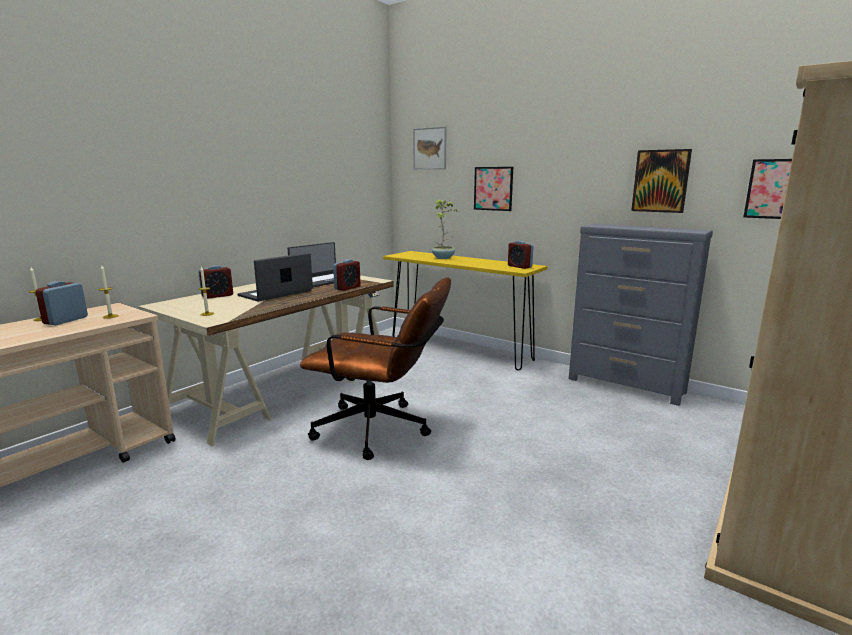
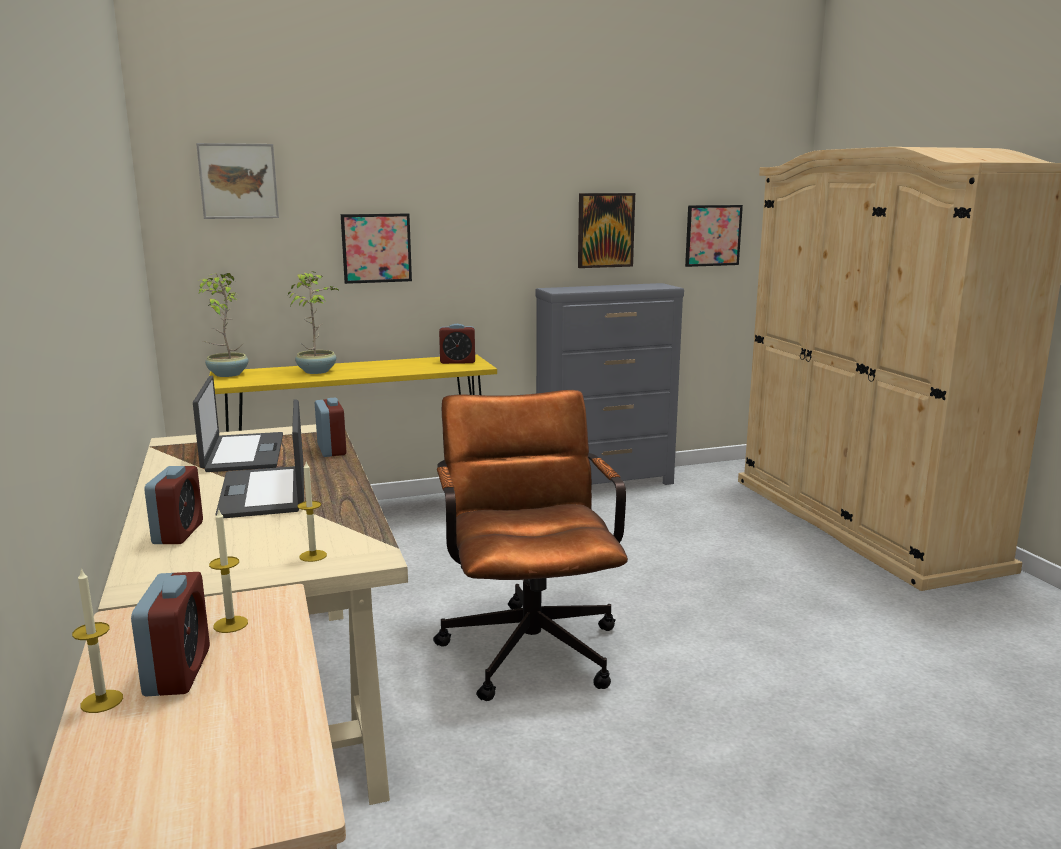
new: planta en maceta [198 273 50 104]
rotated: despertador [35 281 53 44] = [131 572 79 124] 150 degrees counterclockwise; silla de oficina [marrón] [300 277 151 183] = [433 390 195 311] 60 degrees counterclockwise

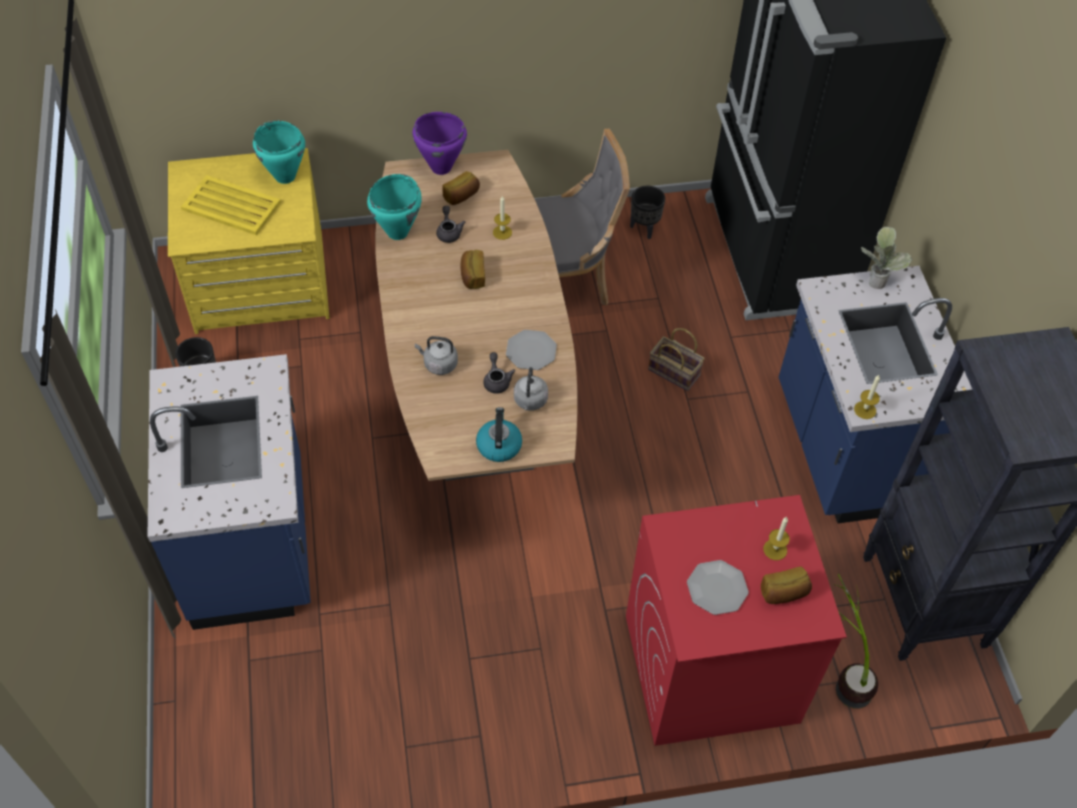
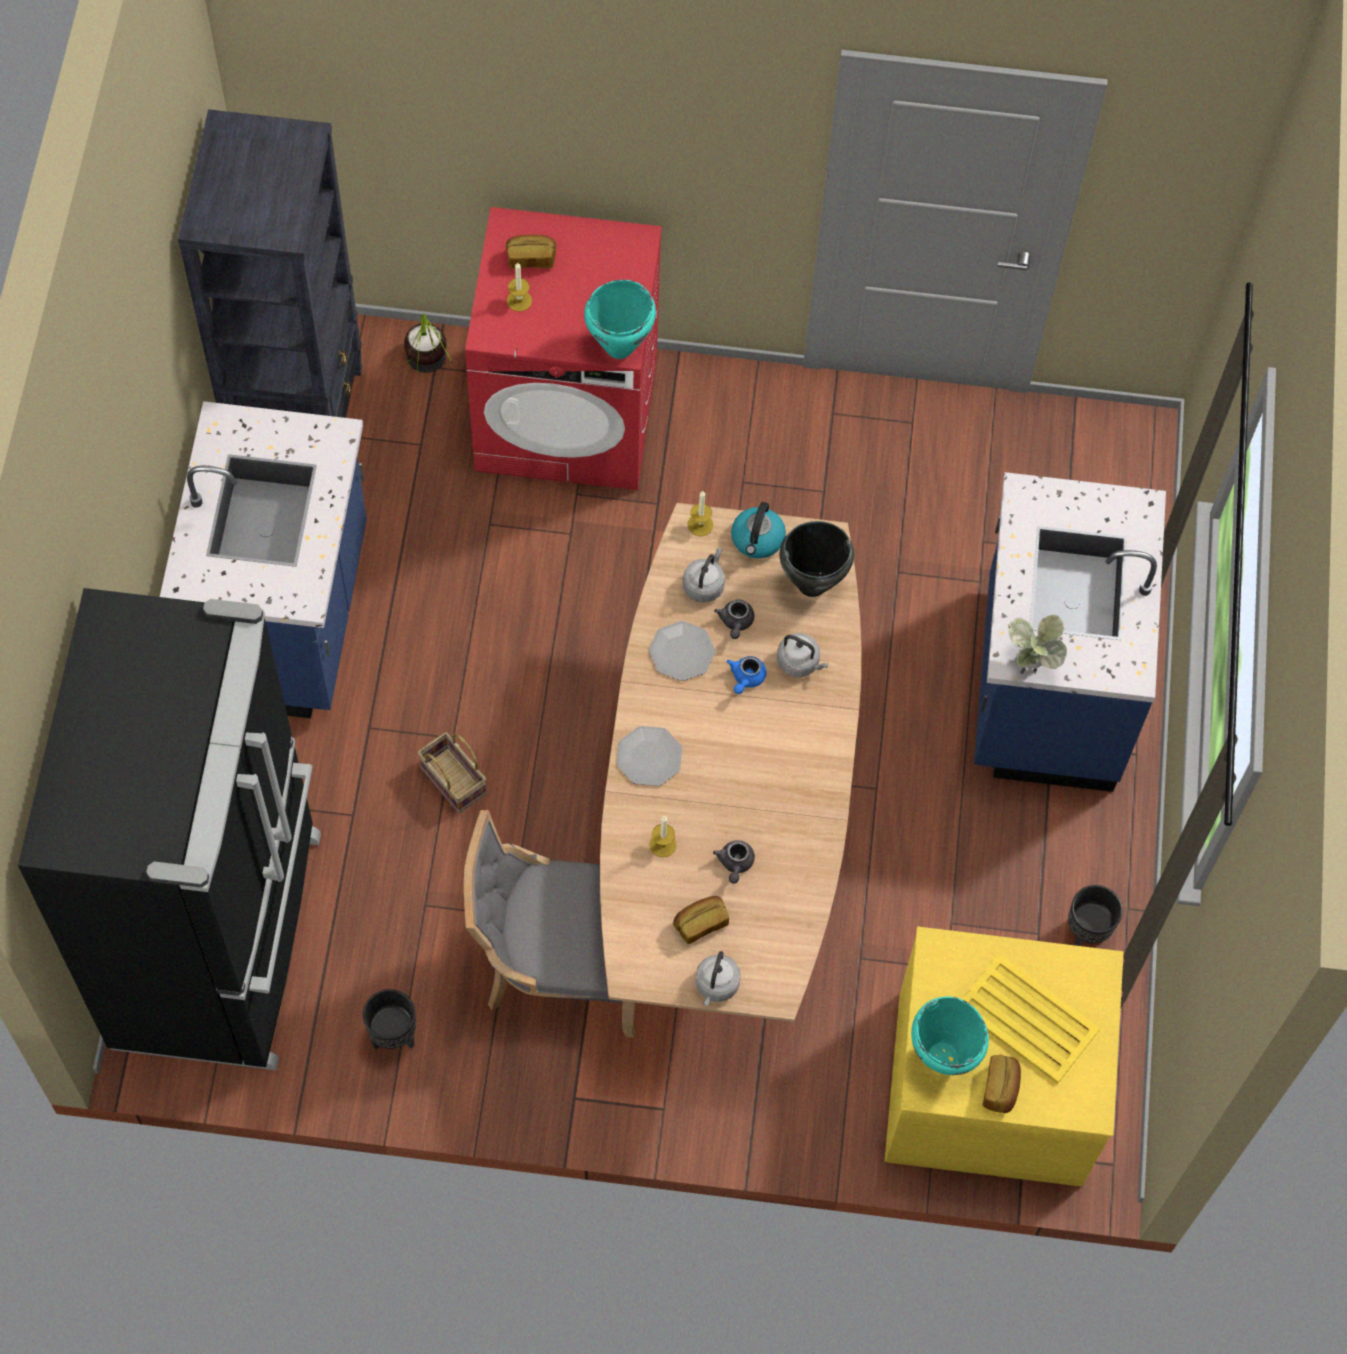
new: tetera [azul] [727 656 39 38]; olla [negro] [780 521 74 76]
shifted: olla [turquesa] [367 174 55 66] to [584 280 72 79]; pan [460 250 25 39] to [982 1055 39 58]; plato [687 560 62 55] to [617 726 65 60]; vela [854 375 26 44] to [688 491 25 45]; planta en maceta [861 227 51 62] to [1008 615 59 54]
swapped: olla [morado] [413 112 54 63] to hervidor [gris] [695 951 46 55]

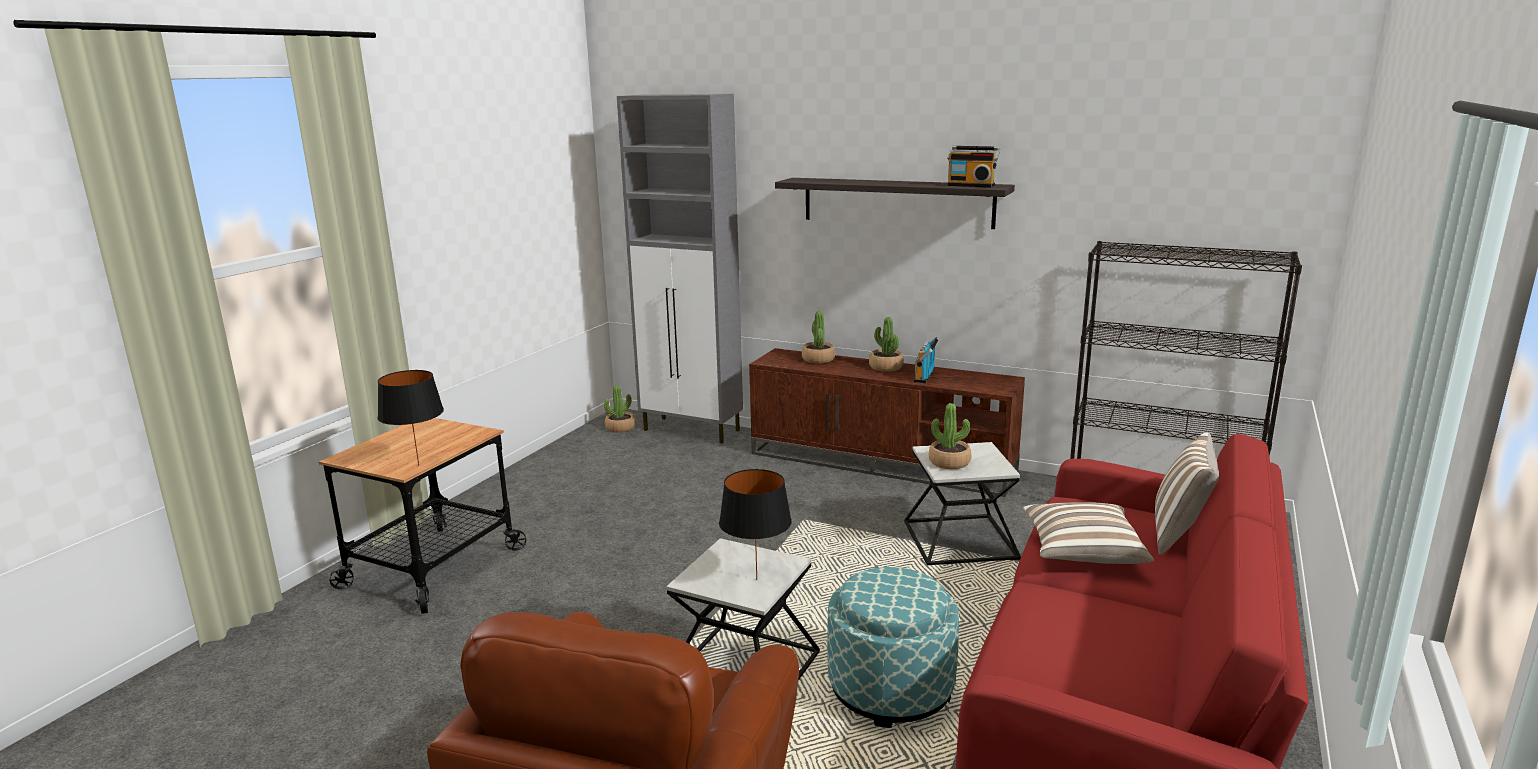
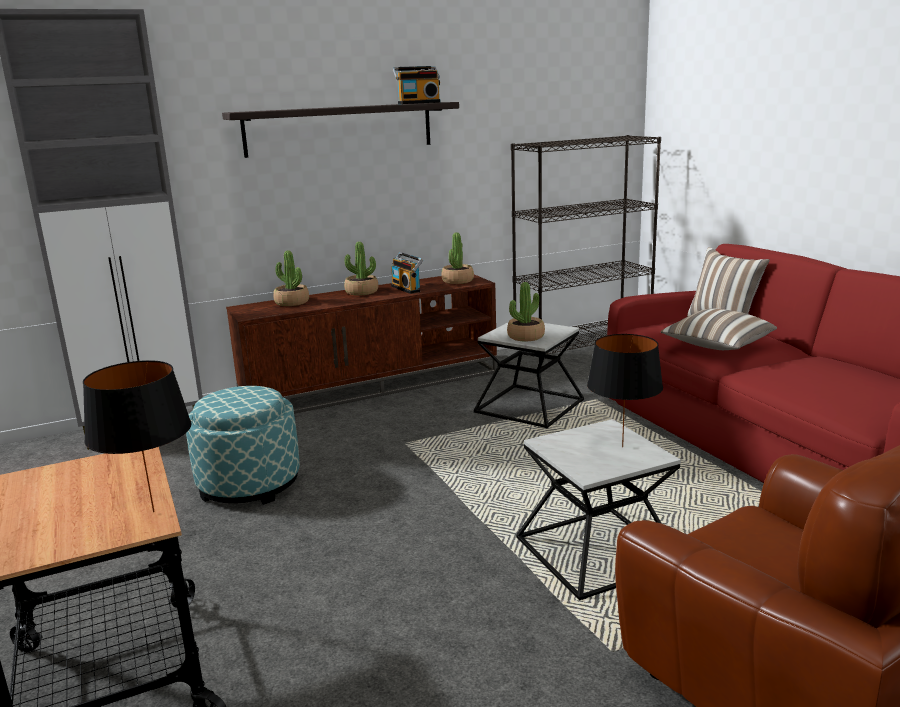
shifted: planta en maceta [604 385 32 48] to [441 232 33 52]; puf [827 567 132 161] to [186 386 114 119]

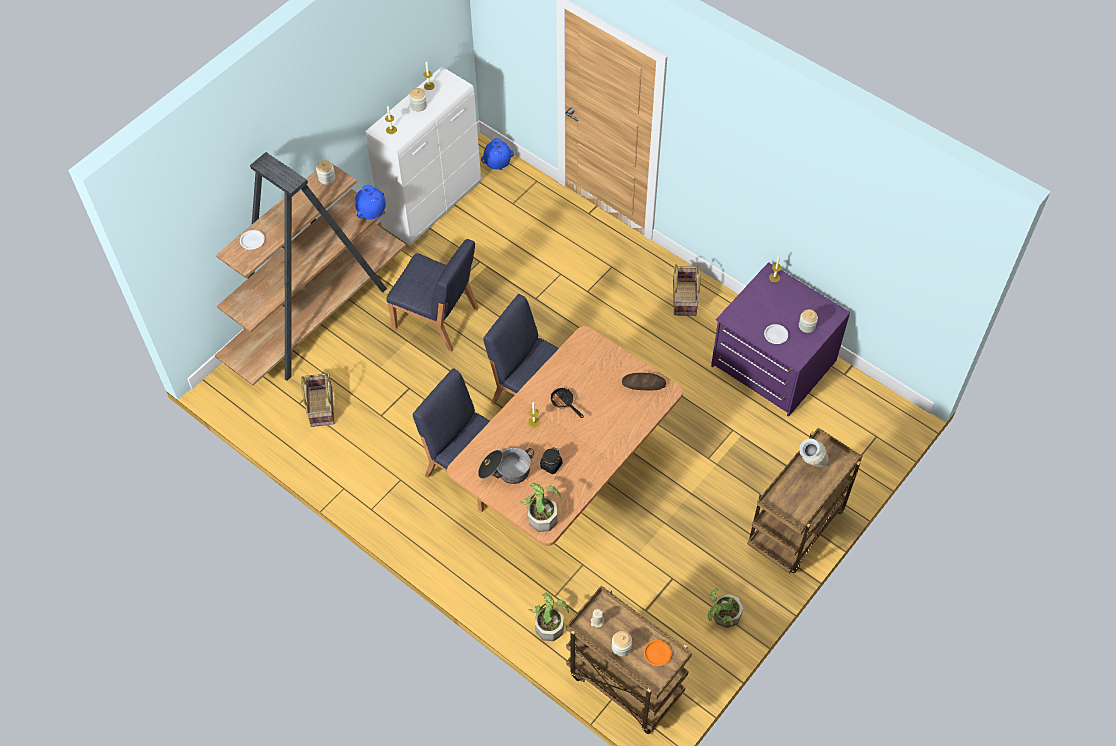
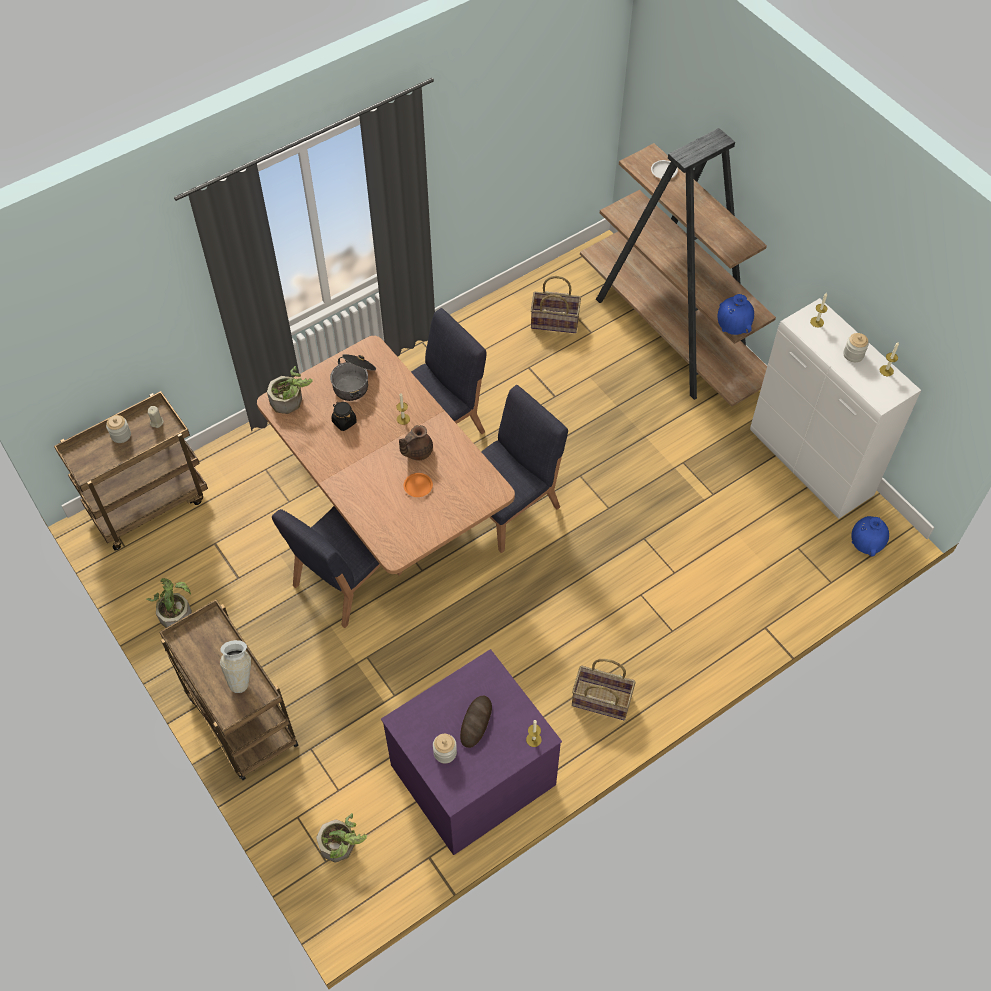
gone: tarro [316 160 19 25]; plato [blanco] [764 324 24 20]
shifted: silla [azul] [387 239 92 113] to [272 506 130 122]; planta en maceta [529 593 40 48] to [316 813 51 49]; pan [622 373 44 17] to [460 696 32 52]; plato [naranja] [644 640 27 26] to [404 473 29 24]
swapped: sartén [551 388 33 30] to tetera [marrón] [399 425 34 36]

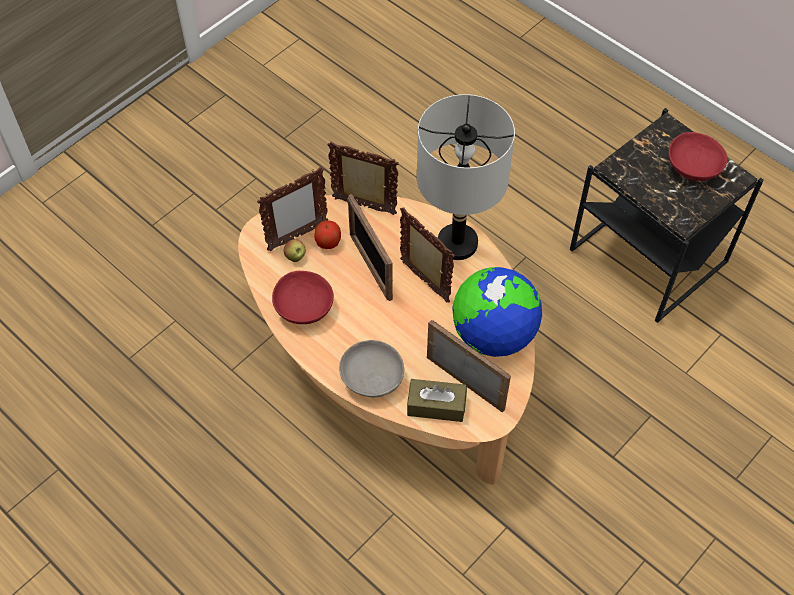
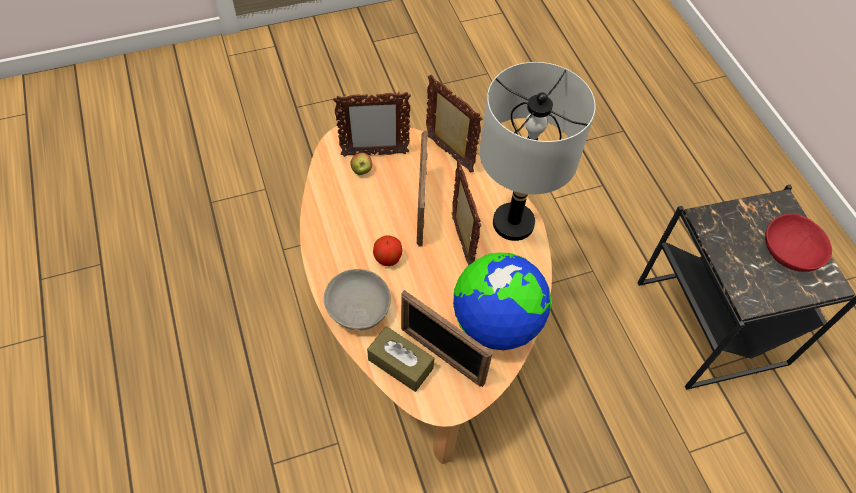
gone: cuenco [rojo] [272 271 62 53]
shifted: manzana [314 220 27 29] to [373 235 29 31]
rotated: portarretratos [427 320 84 93] = [401 290 92 97] 150 degrees clockwise

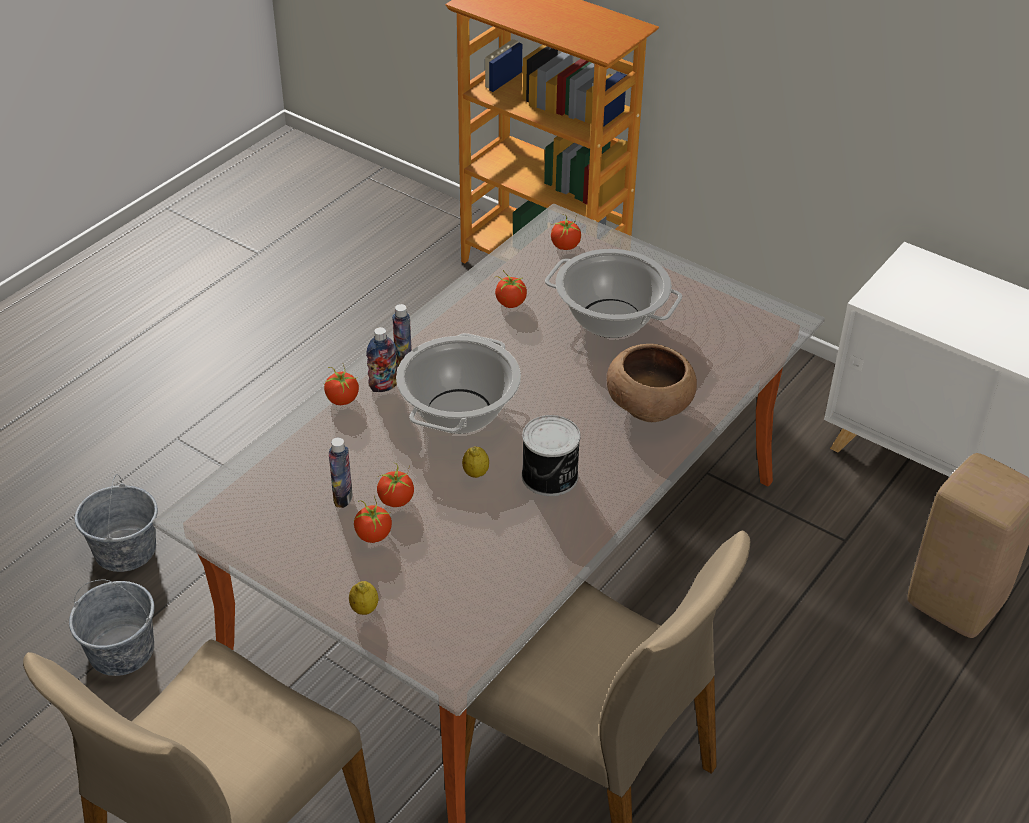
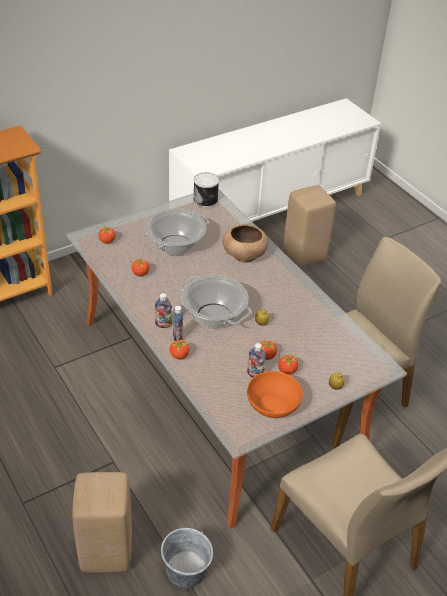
new: cuenco [naranja] [247 371 56 47]
shifted: lata [522 415 58 81] to [193 172 26 36]
swapped: cubo [gris] [75 474 83 98] to taburete [beis] [72 472 60 101]

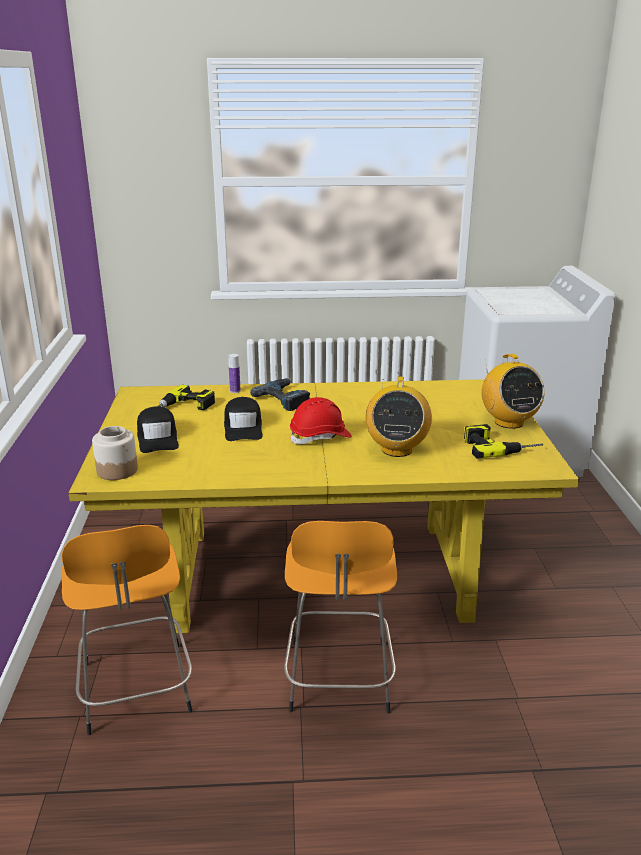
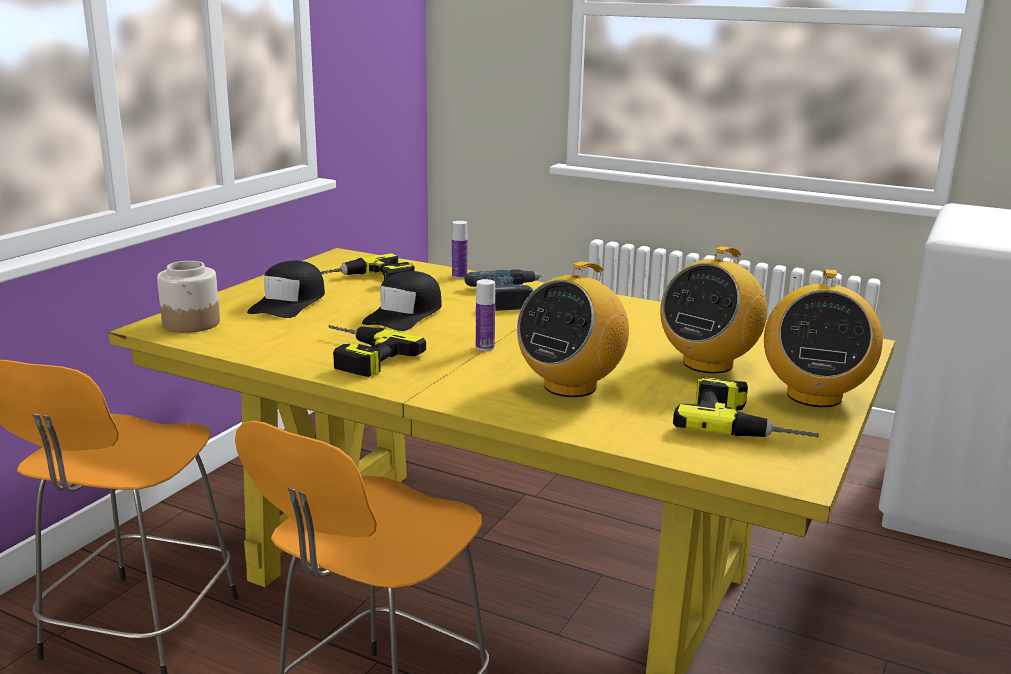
new: taladro [328 325 98 52]; radio [660 246 107 127]
swapped: casco [rojo] [290 397 62 47] to botella [476 279 19 72]

